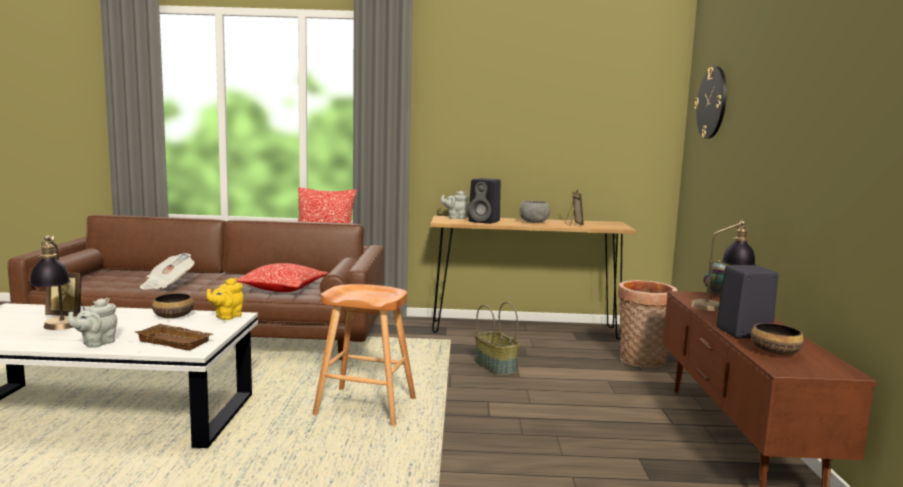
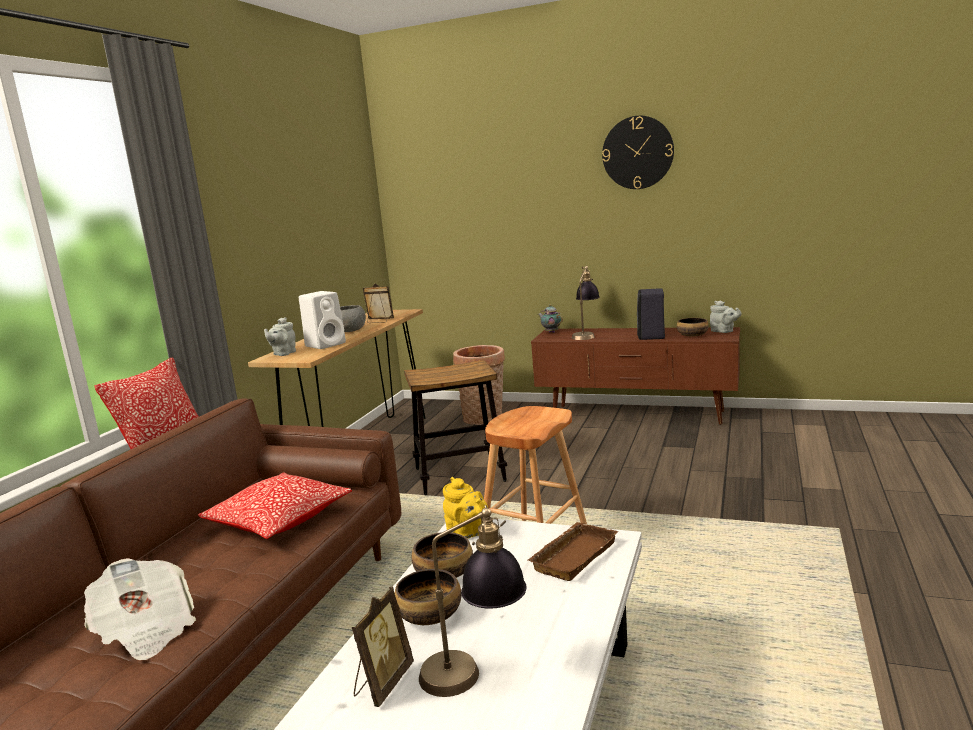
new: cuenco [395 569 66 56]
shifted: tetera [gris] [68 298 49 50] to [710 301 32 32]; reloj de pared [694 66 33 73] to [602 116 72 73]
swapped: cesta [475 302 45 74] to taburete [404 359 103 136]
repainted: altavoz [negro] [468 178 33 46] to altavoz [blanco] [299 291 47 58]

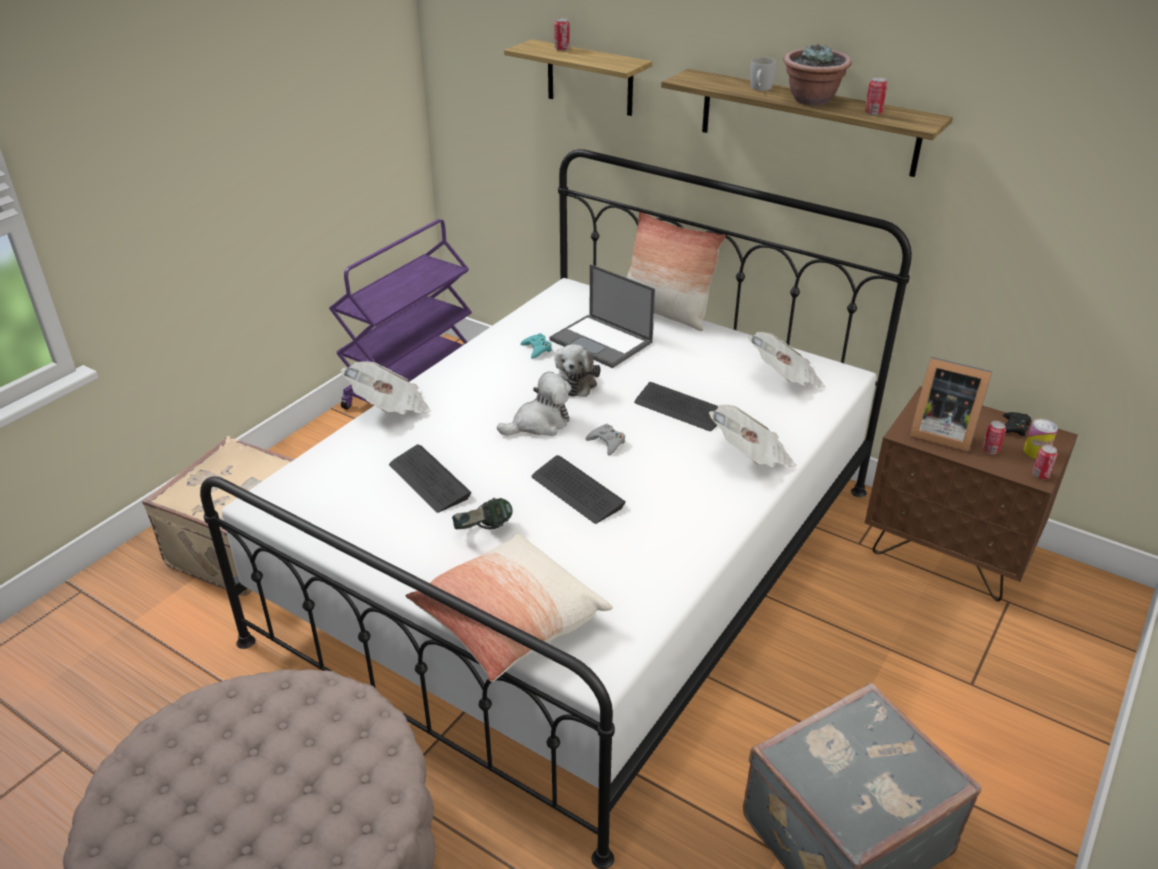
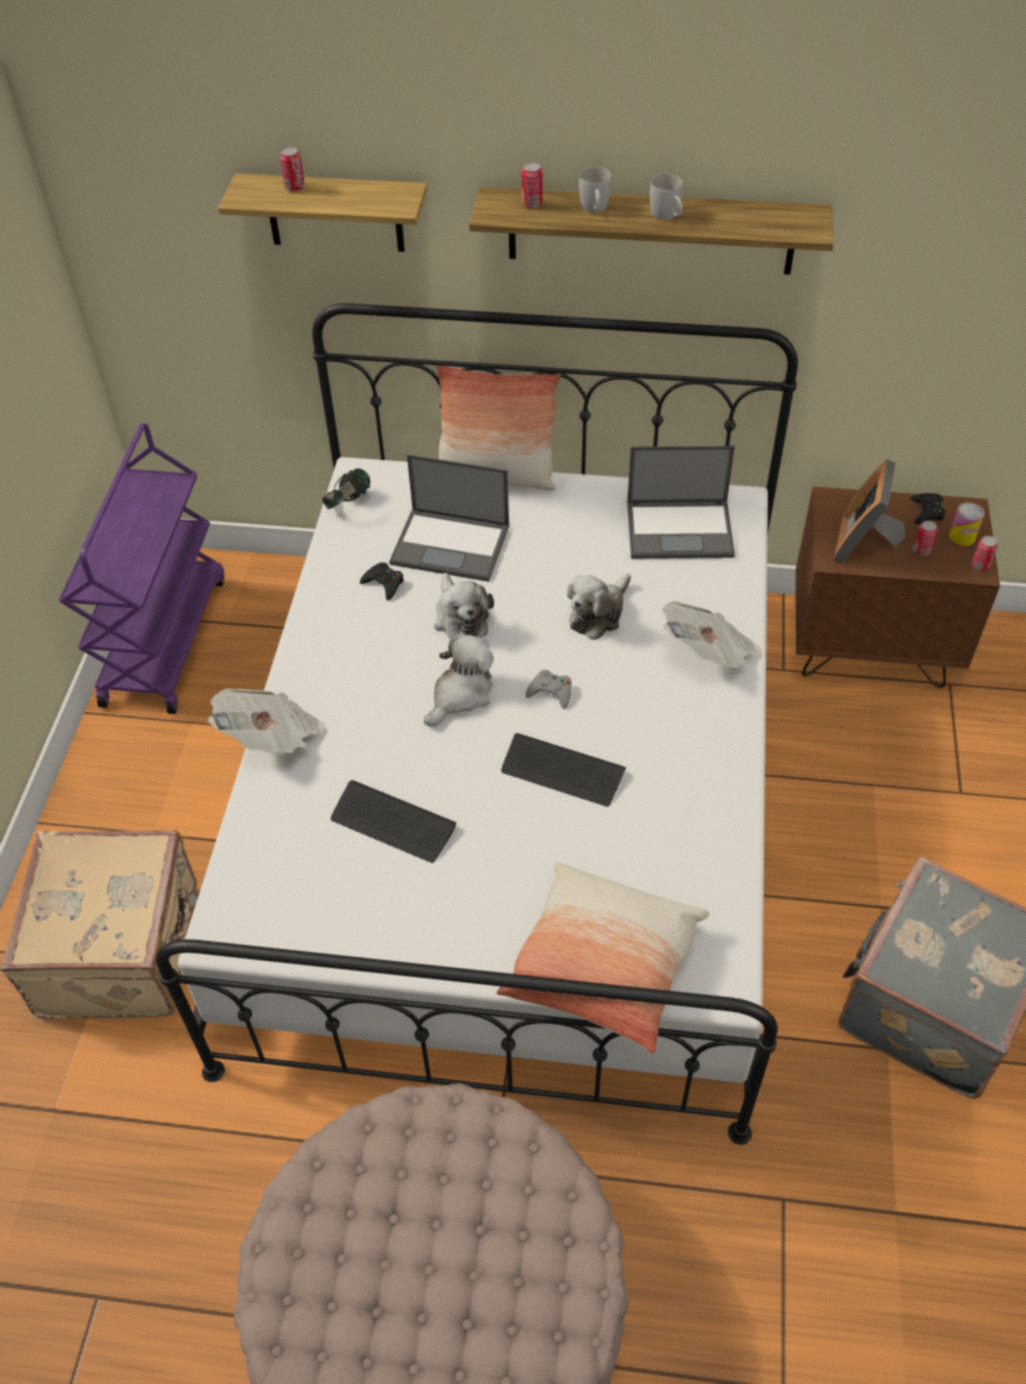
shifted: auriculares [452 498 61 31] to [322 468 48 41]; lata [865 77 23 38] to [522 162 21 46]
swapped: teclado [634 382 84 49] to peluche [567 574 64 66]; periódico [748 332 78 56] to portátil [627 446 108 113]; planta en maceta [783 43 69 63] to taza grande [blanco] [650 174 33 46]
repainted: mando de consola [turquesa] [520 333 32 26] to mando de consola [negro] [360 562 44 39]
rotated: portarretratos [909 357 83 95] = [834 459 71 105] 105 degrees clockwise

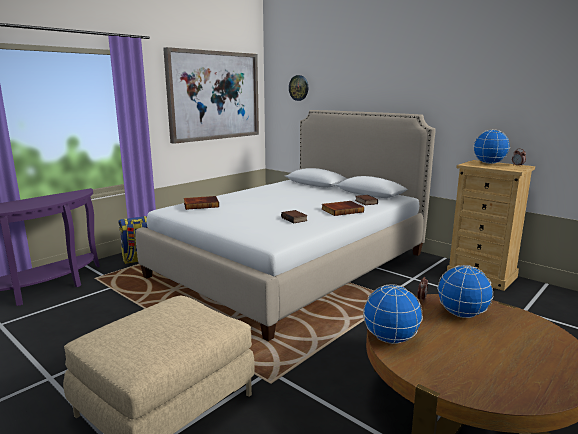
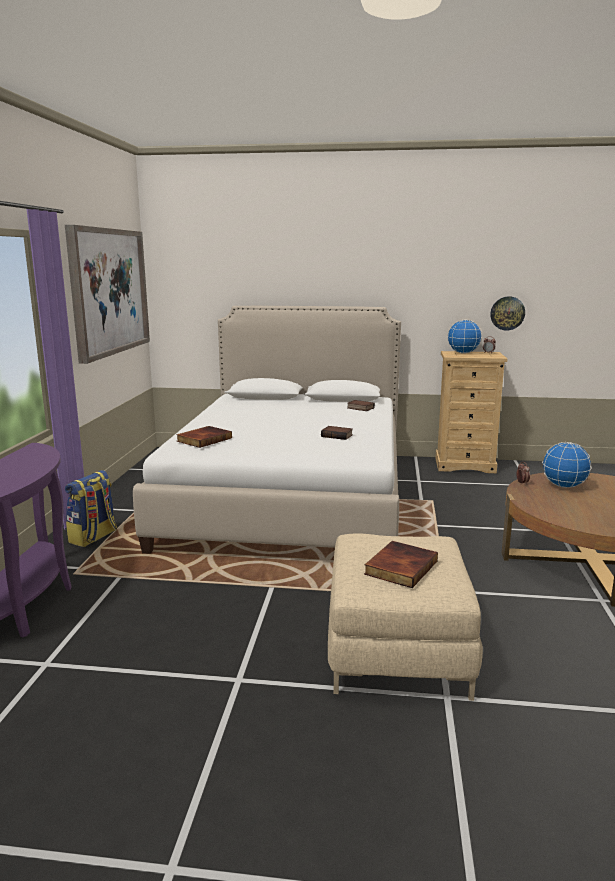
gone: globo terráqueo [363 284 60 60]
shifted: reloj de pared [289 75 19 26] to [490 296 35 34]; libro [322 201 42 15] to [364 541 74 47]

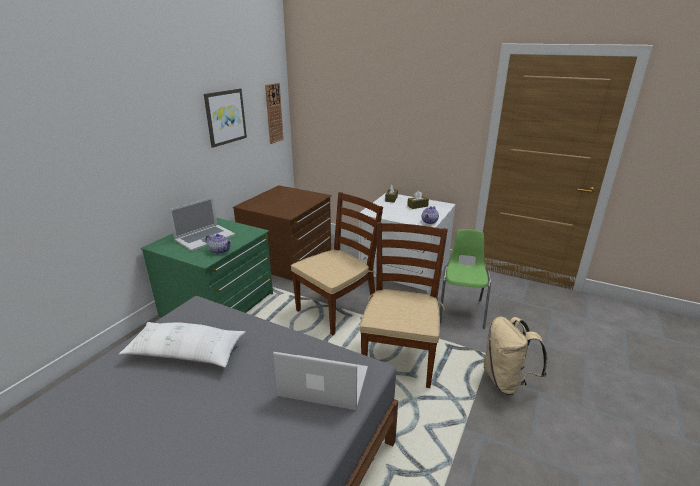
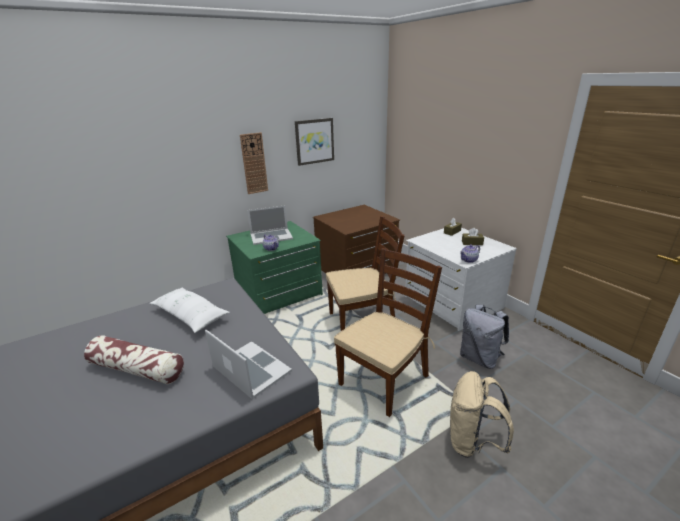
new: cojín [84 336 100 48]
shifted: reloj de pared [265 83 19 61] to [240 132 28 62]
swapped: silla [verde] [439 229 52 100] to mochila [gris] [460 305 49 64]

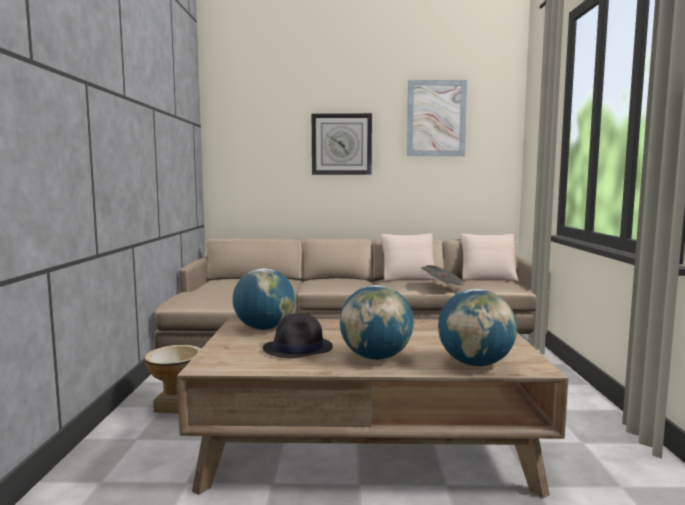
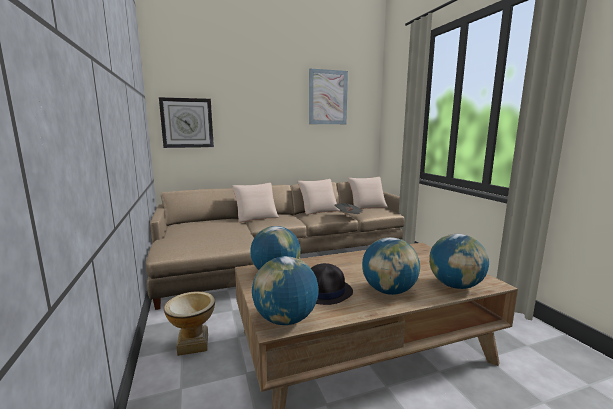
new: cojín [beis] [232 183 47 39]; globo terráqueo [252 256 67 69]
shifted: reloj de pared [312 113 60 62] to [159 97 55 51]

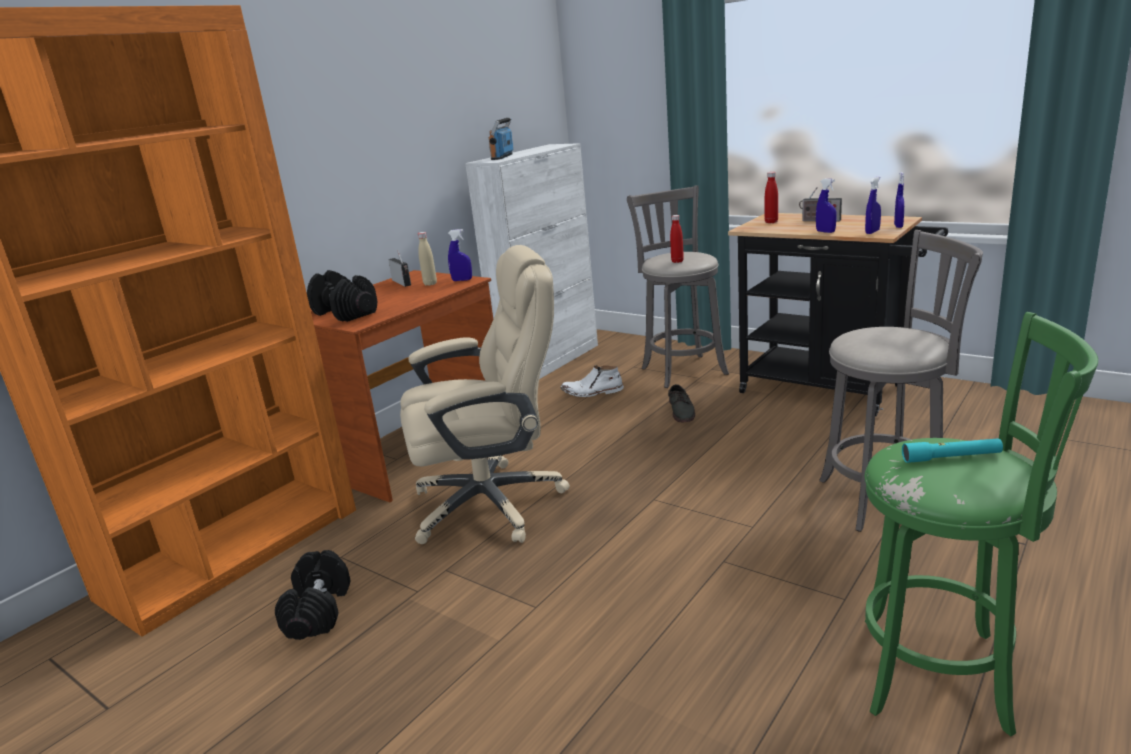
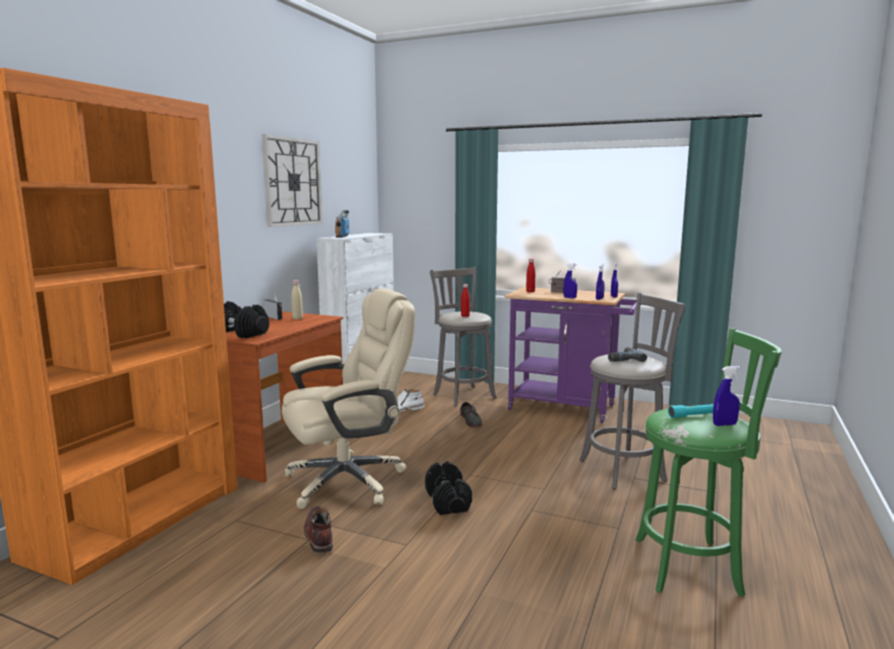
new: reloj de pared [262 134 61 93]; bota [marrón] [304 506 29 47]; taladro [608 347 39 15]
shifted: mancuerna [negro] [275 550 76 90] to [425 461 47 54]; pulverizador [azul] [448 229 24 52] to [713 366 27 60]
repainted: carrito [negro] [728 213 220 203] to carrito [morado] [504 287 137 136]

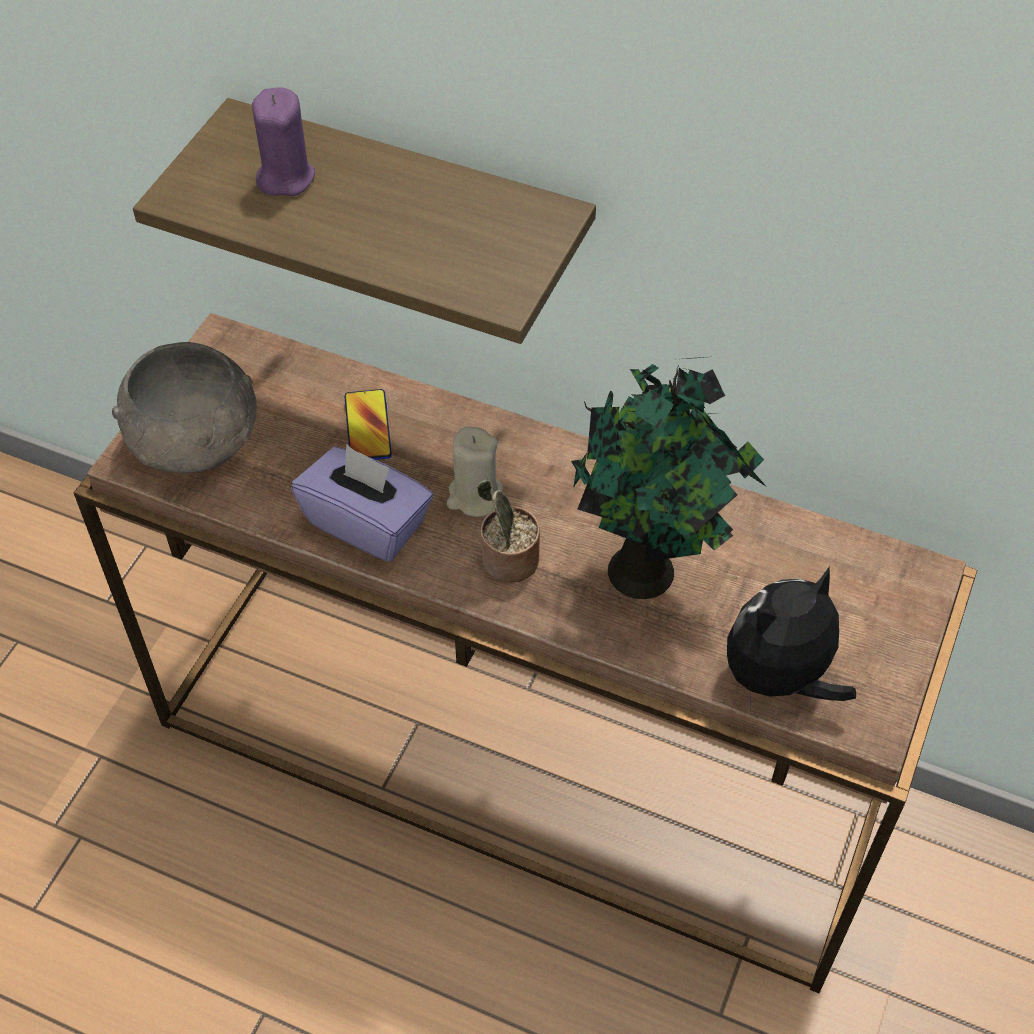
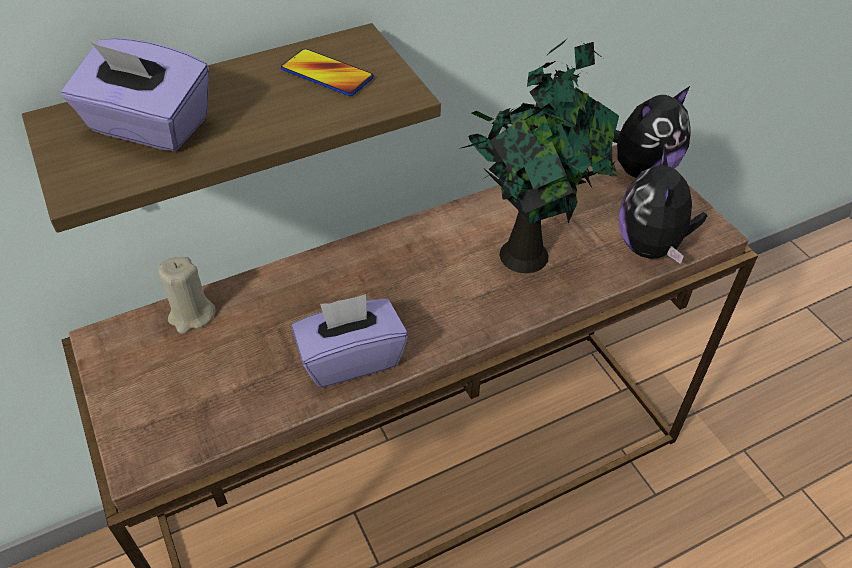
gone: cuenco [gris] [112 342 145 131]; planta en maceta [477 480 63 103]
new: peluche [613 86 78 92]
shifted: móvil [344 389 48 71] to [281 49 93 47]; vela [beis] [447 427 56 90] to [158 257 57 77]
swapped: vela [morado] [252 87 63 109] to caja de pañuelos [morado] [62 38 147 113]

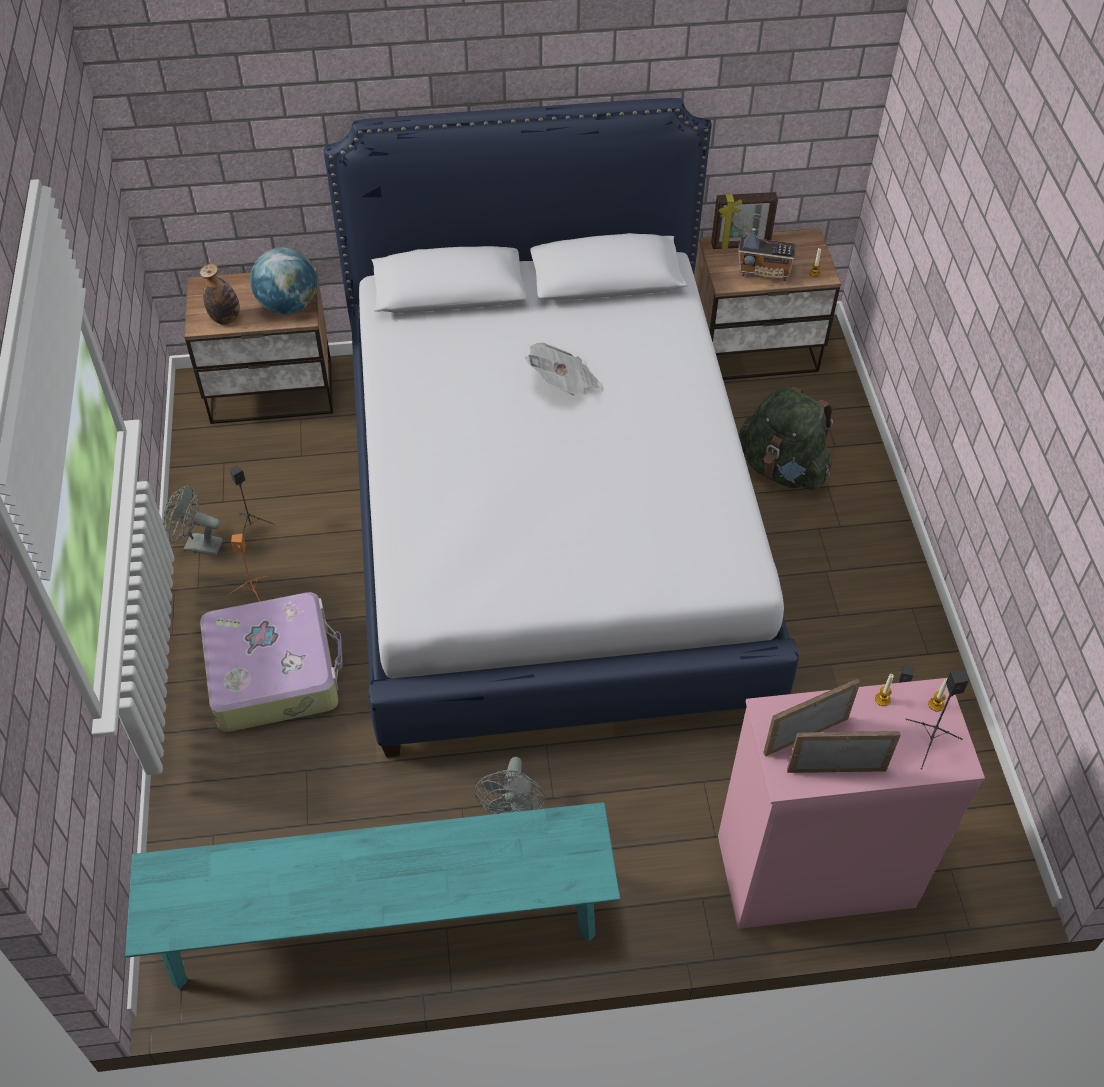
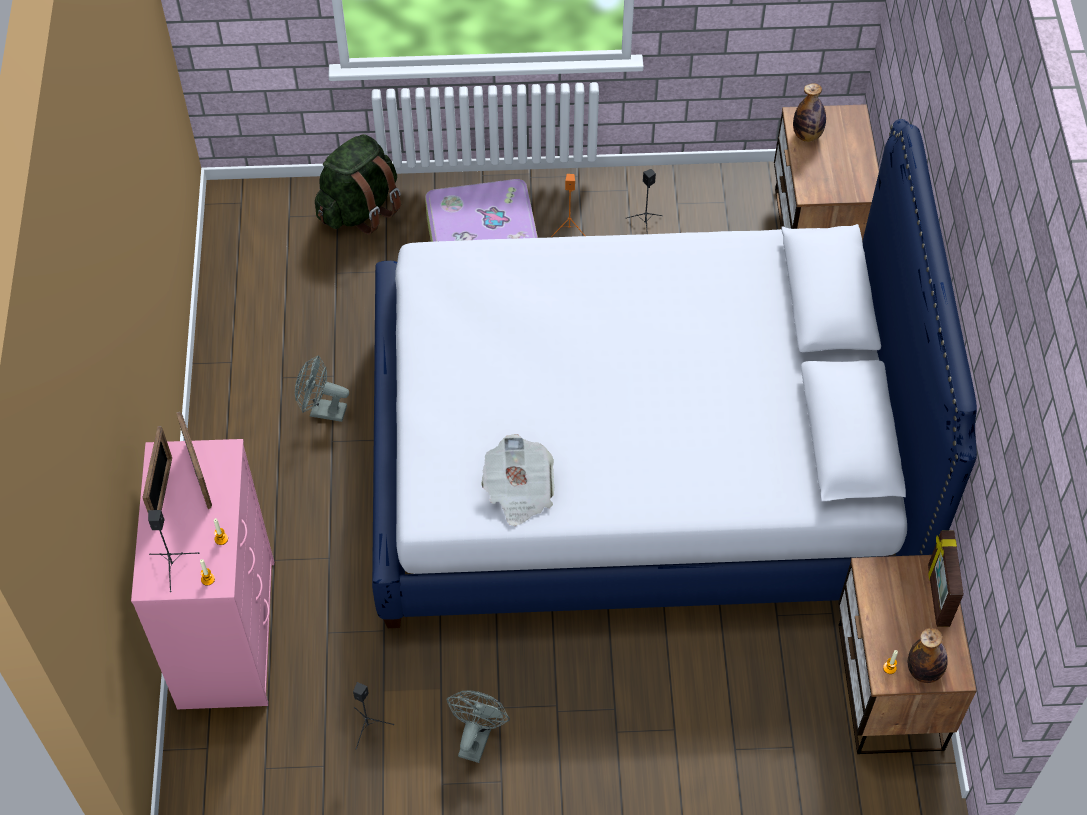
gone: banco [turquesa] [125 802 495 188]; globo terráqueo [250 247 67 67]; radio [738 214 58 67]
new: botella [908 628 40 55]
shifted: ventilador [gris] [163 484 60 72] to [446 691 64 72]; periódico [525 343 77 52] to [481 434 73 92]; mochila [verde] [739 387 94 103] to [315 134 86 101]

